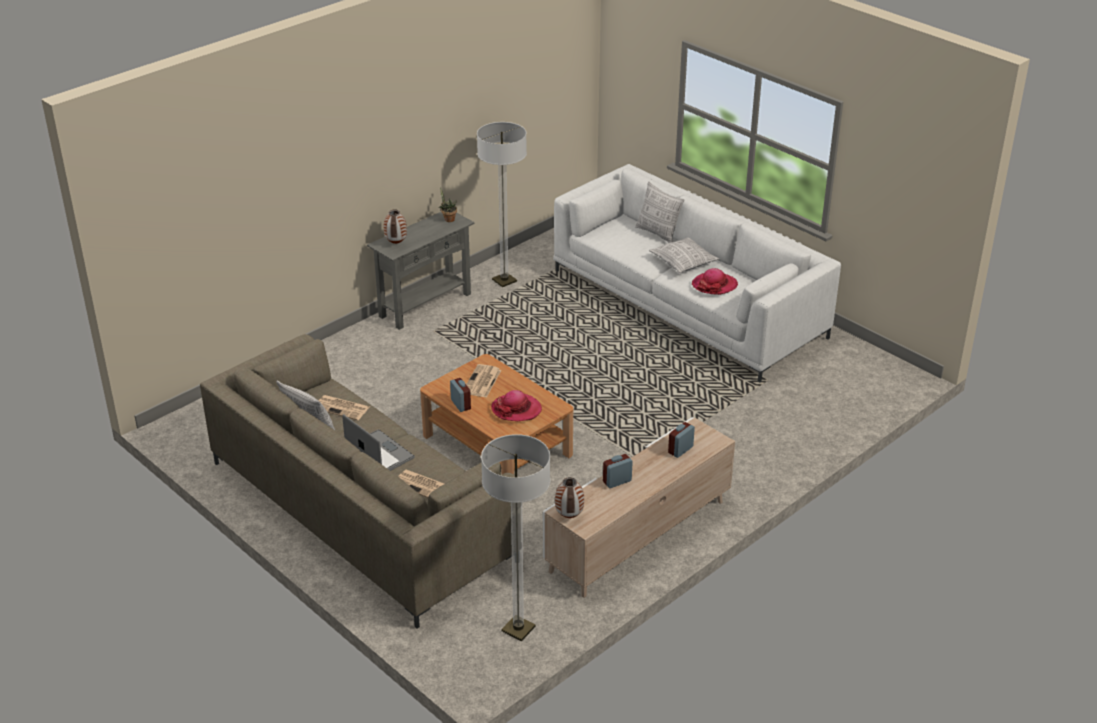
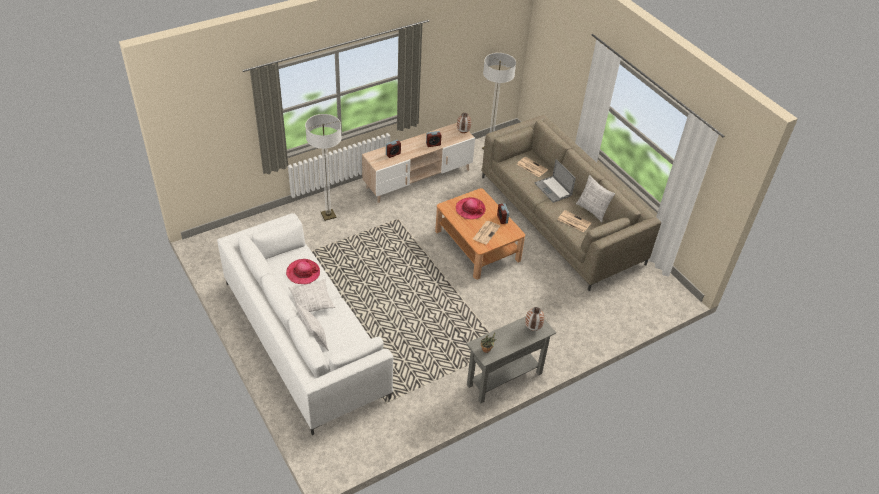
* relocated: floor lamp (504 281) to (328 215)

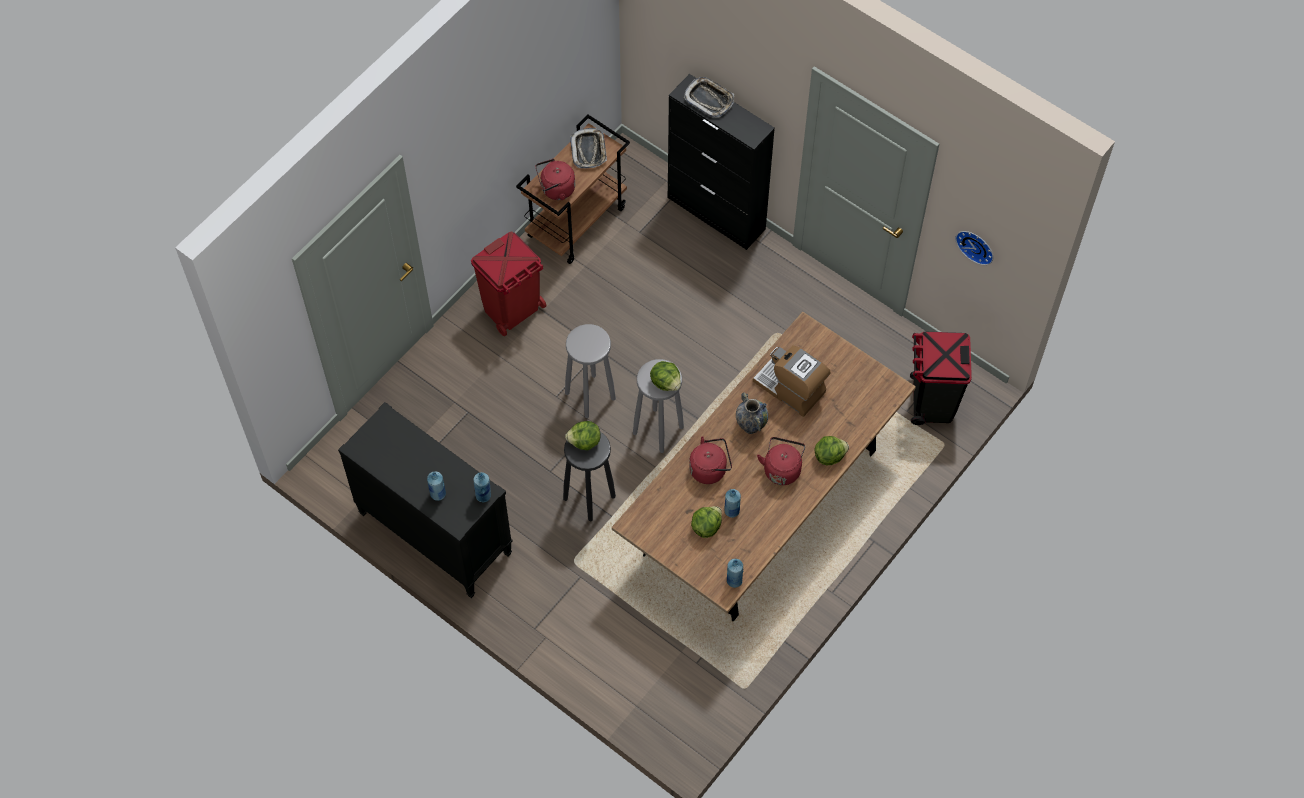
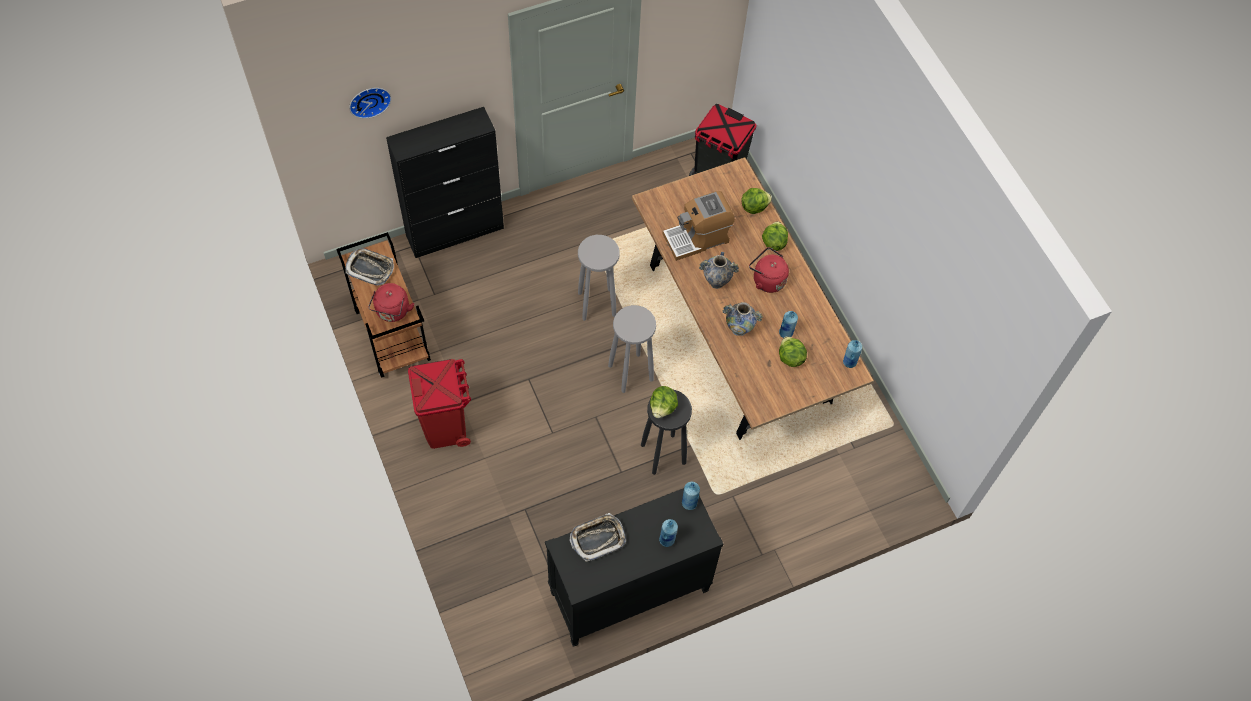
* relocated: stool in grey (590 395) to (597 303)
* relocated: lettuce (666 382) to (754 207)
* relocated: tray (709 99) to (598 538)
* relocated: wall clock (976 245) to (369 100)
* exchanged: kettle in red (710 469) to vase (739 329)

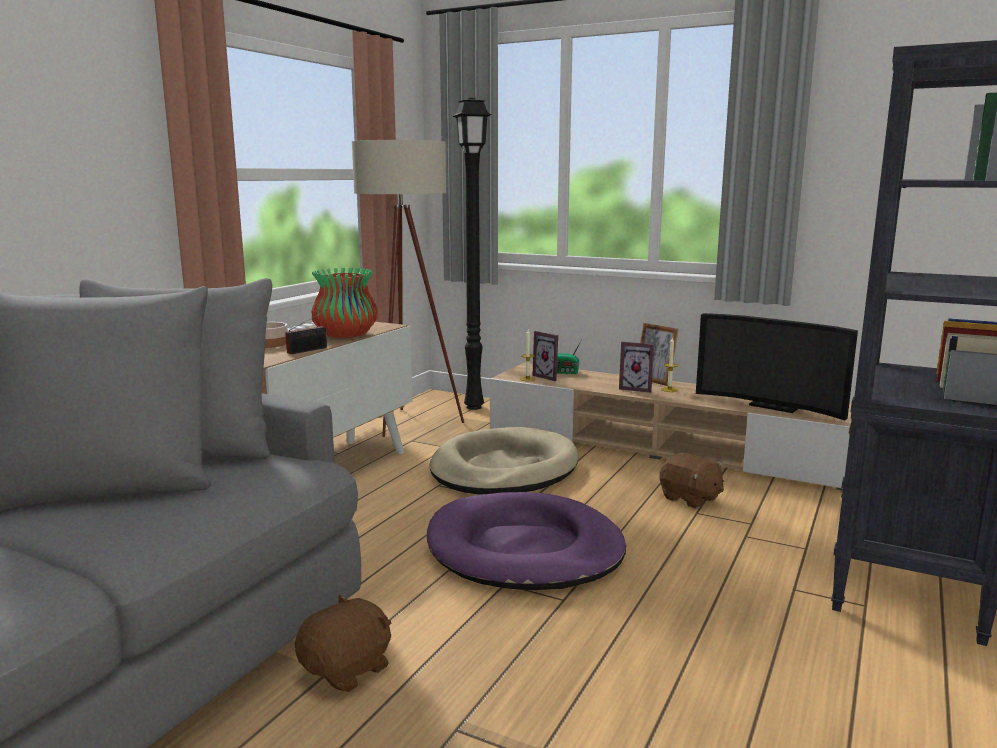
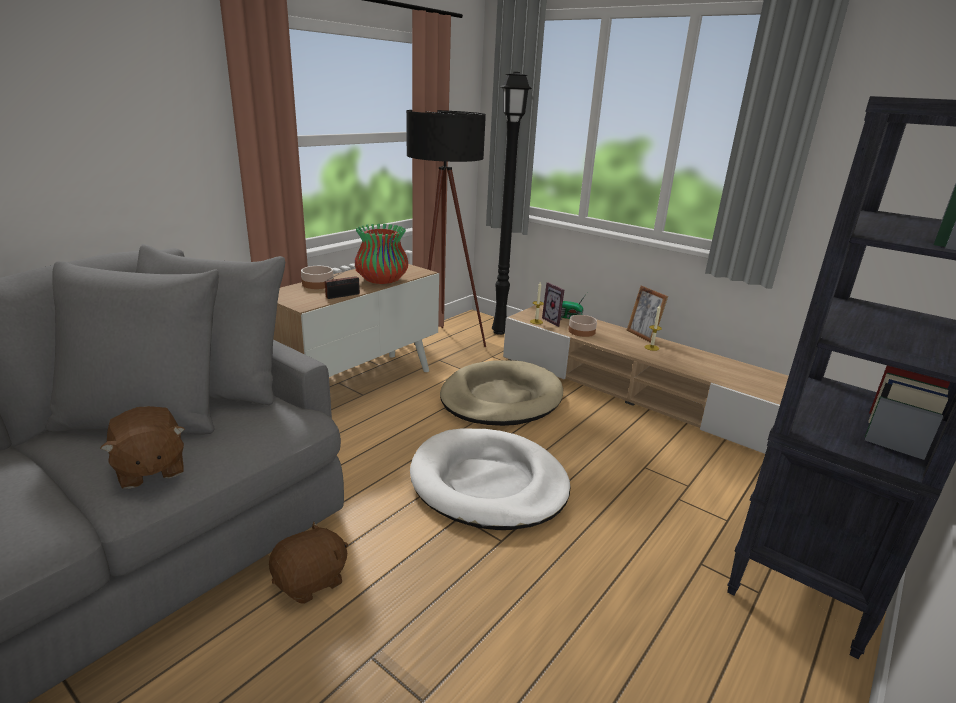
* missing: picture frame (636 388)
* missing: television (773 406)
* appeared: bowl (581 331)
* relocated: plush toy in brown (690 499) to (150 469)
* colour: floor lamp in beige (409 425) to floor lamp in black (442 344)
* colour: dog bed in purple (524 549) to dog bed in white (488 483)

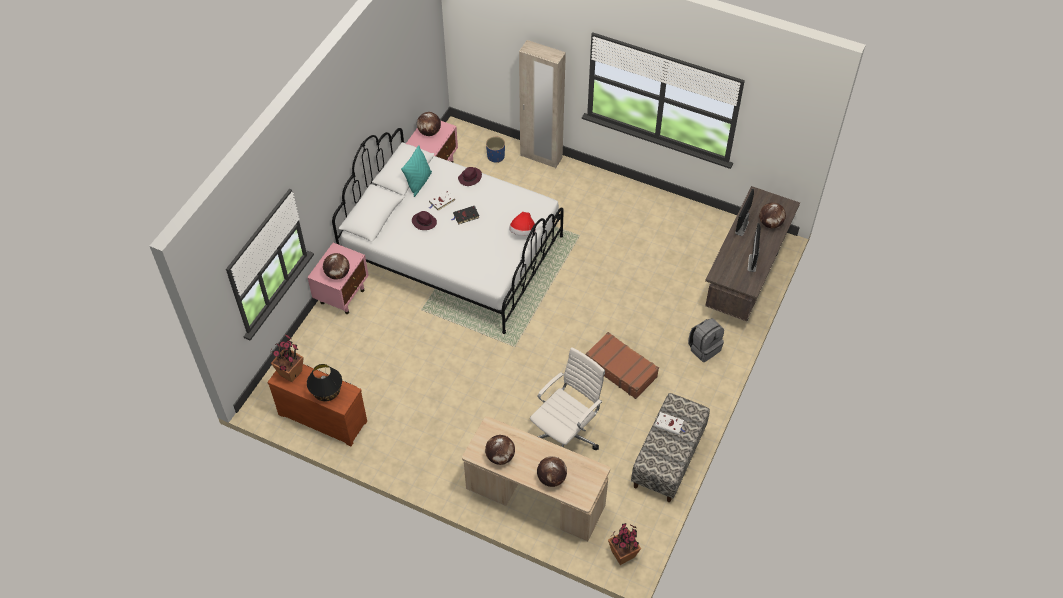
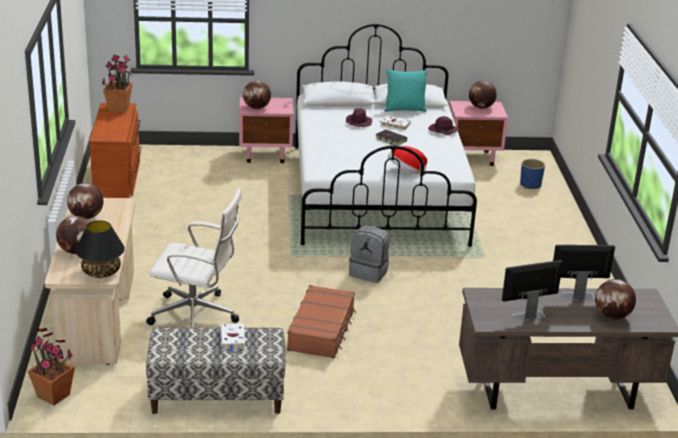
* missing: wardrobe in beige (541 157)
* relocated: table lamp in black (326 392) to (101 272)
* relocated: backpack in grey (704 348) to (369 272)

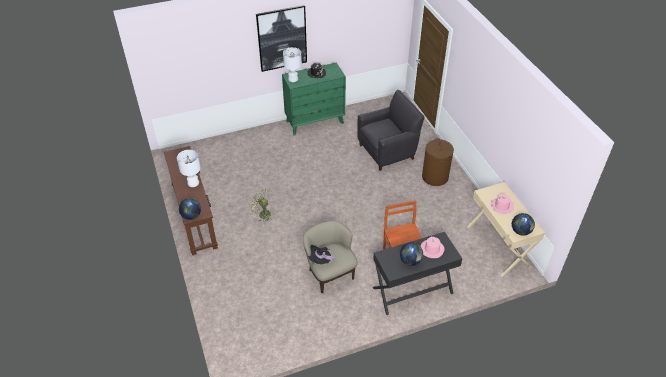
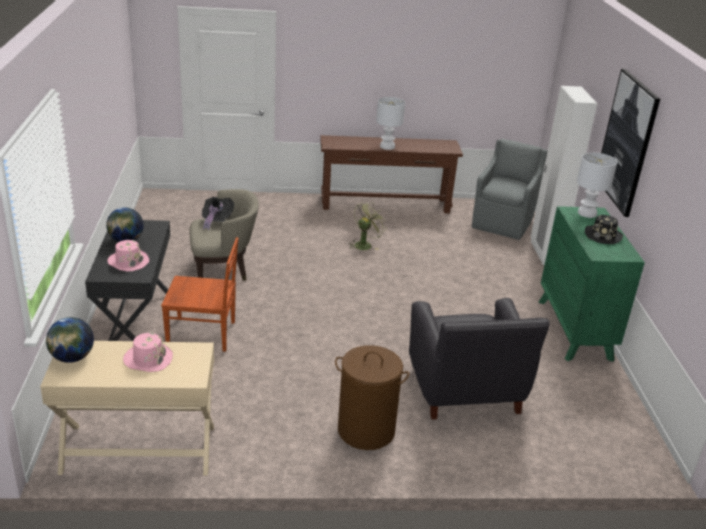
* missing: globe (191 216)
* appeared: armchair in grey (503 222)
* appeared: wardrobe in white (544 253)

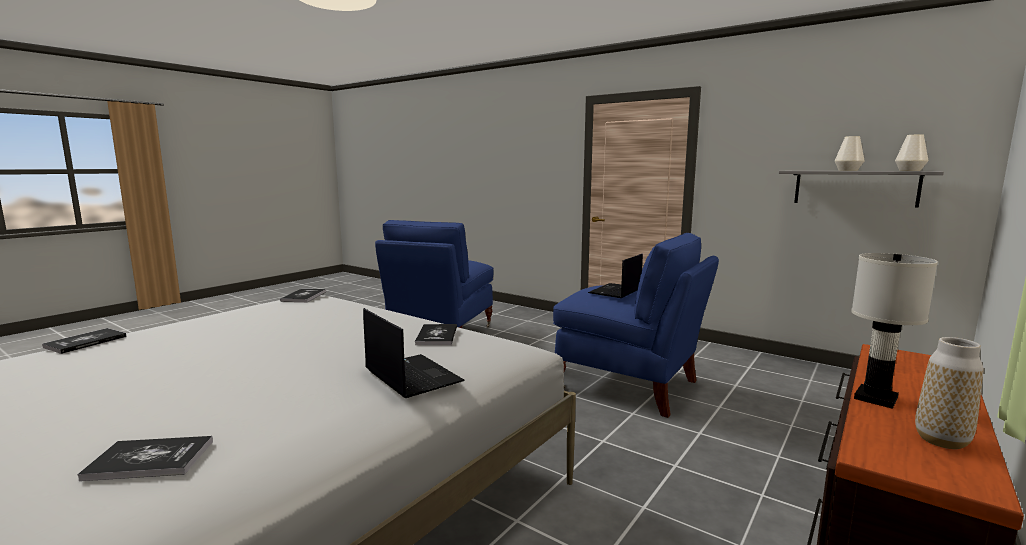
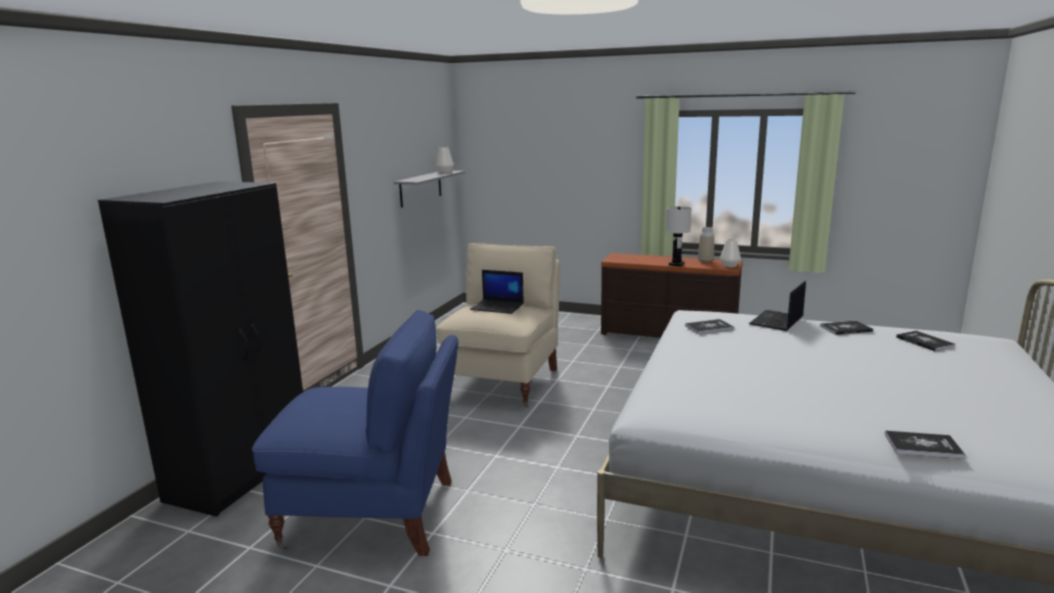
* appeared: wardrobe in black (242 473)
* relocated: book (304 296) to (845 329)
* relocated: vase in white (848 170) to (730 266)
* colour: armchair in blue (630 385) to armchair in beige (504 382)

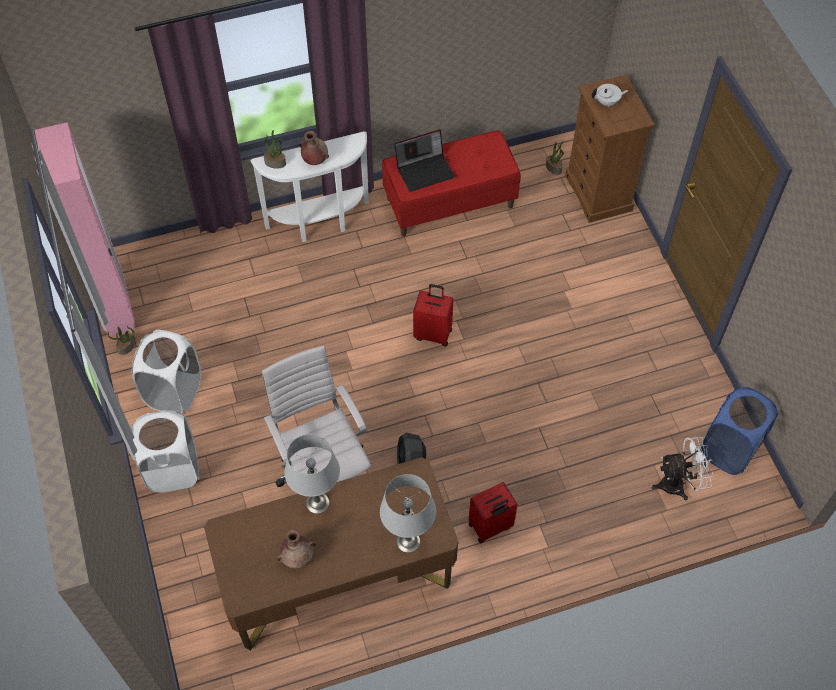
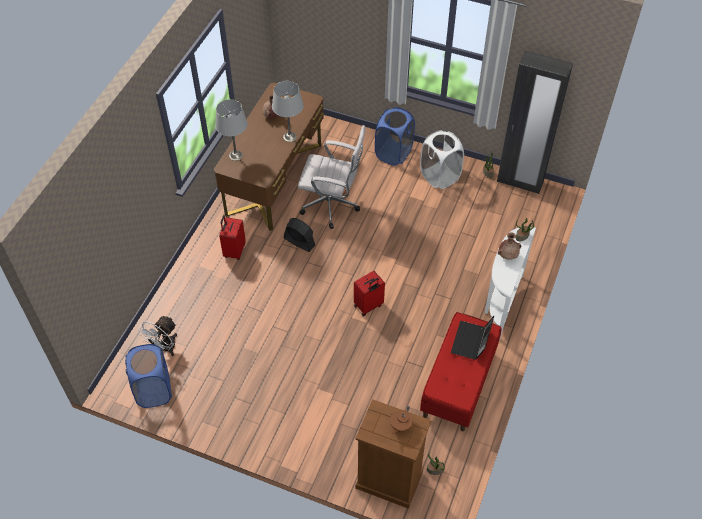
* colour: wardrobe in pink (117 306) to wardrobe in black (520 182)
* colour: laundry basket in white (173 470) to laundry basket in blue (393 153)
* colour: teapot in white (607 102) to teapot in brown (400 425)

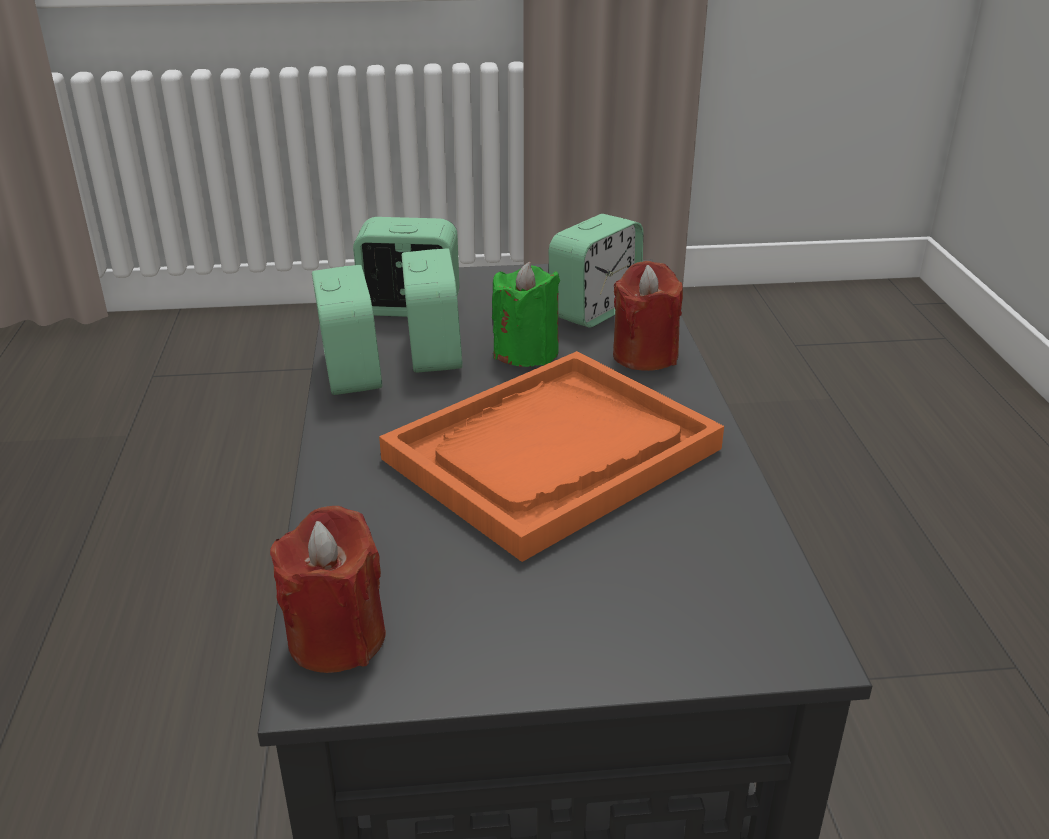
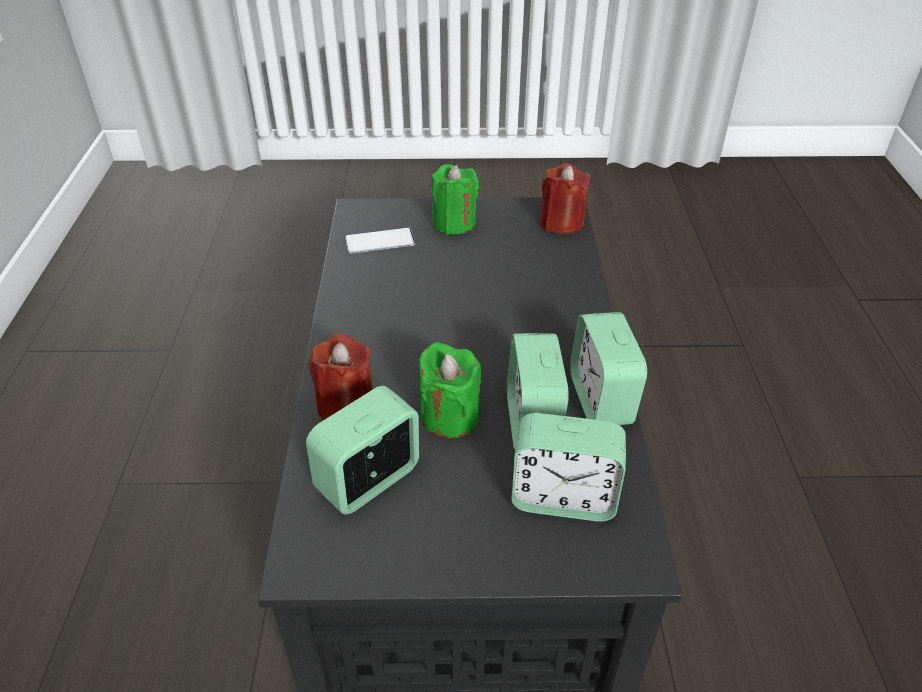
* missing: tray in orange (552 455)
* appeared: phone (380 241)
* appeared: candle in green (454 223)

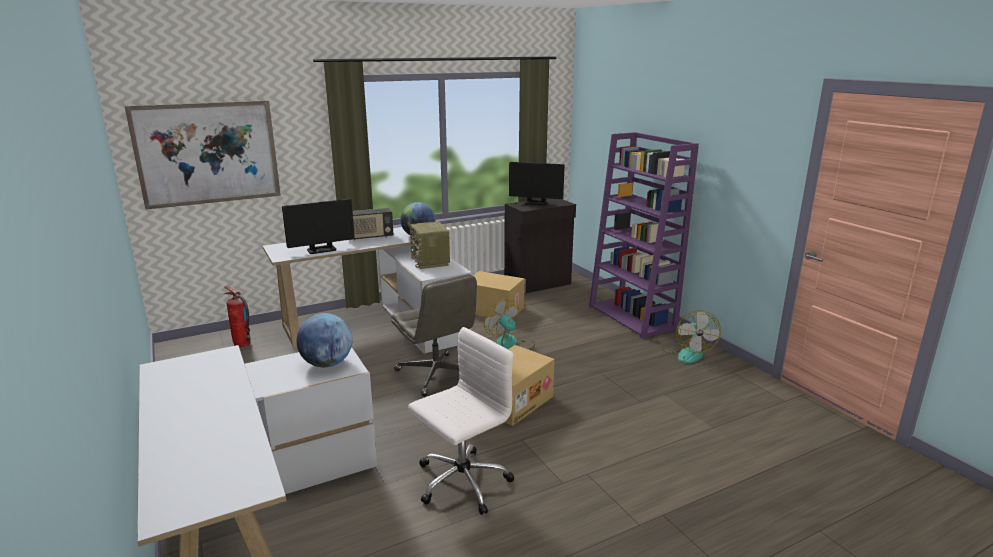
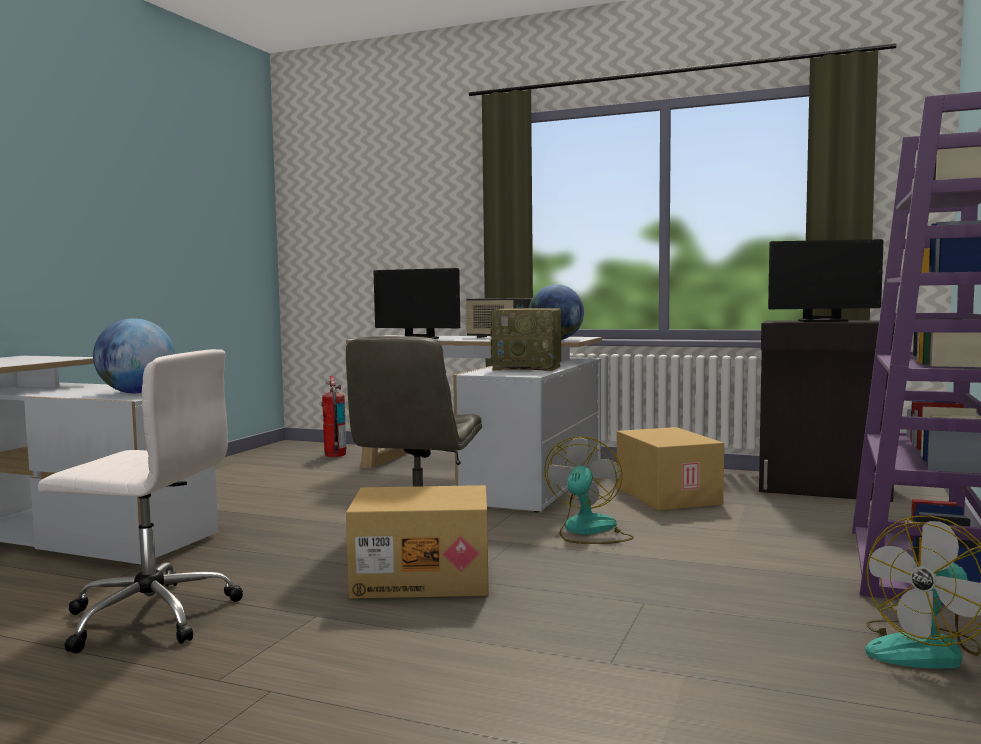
* missing: picture (208 153)
* spun: radio (430 261) = (528 368) 105 degrees counterclockwise
* spun: monitor (536 203) = (822 321) 60 degrees counterclockwise

